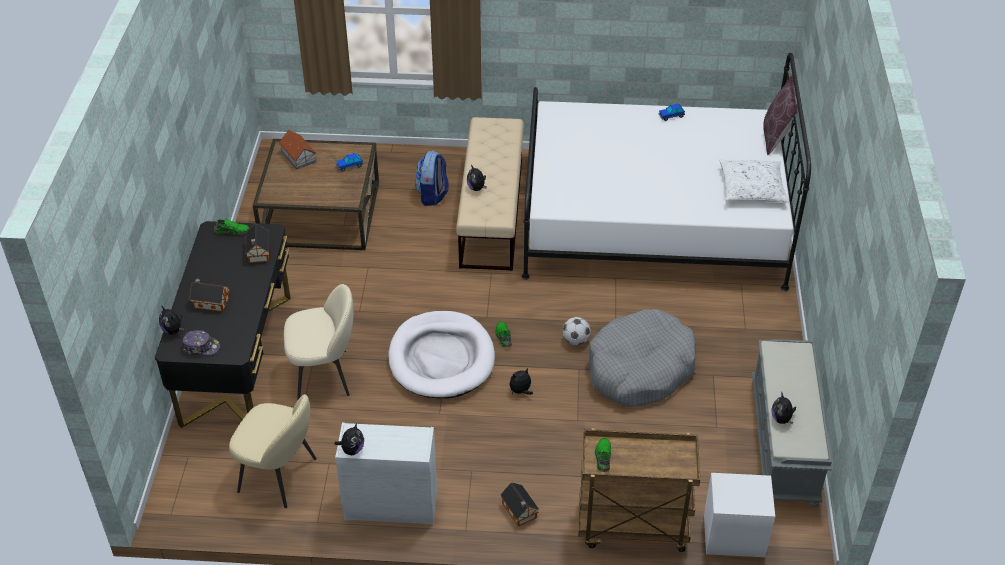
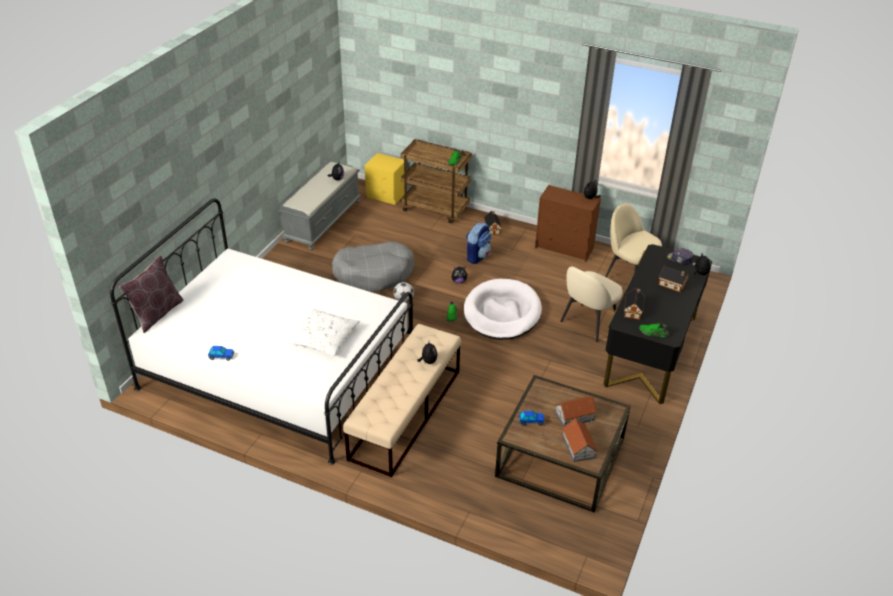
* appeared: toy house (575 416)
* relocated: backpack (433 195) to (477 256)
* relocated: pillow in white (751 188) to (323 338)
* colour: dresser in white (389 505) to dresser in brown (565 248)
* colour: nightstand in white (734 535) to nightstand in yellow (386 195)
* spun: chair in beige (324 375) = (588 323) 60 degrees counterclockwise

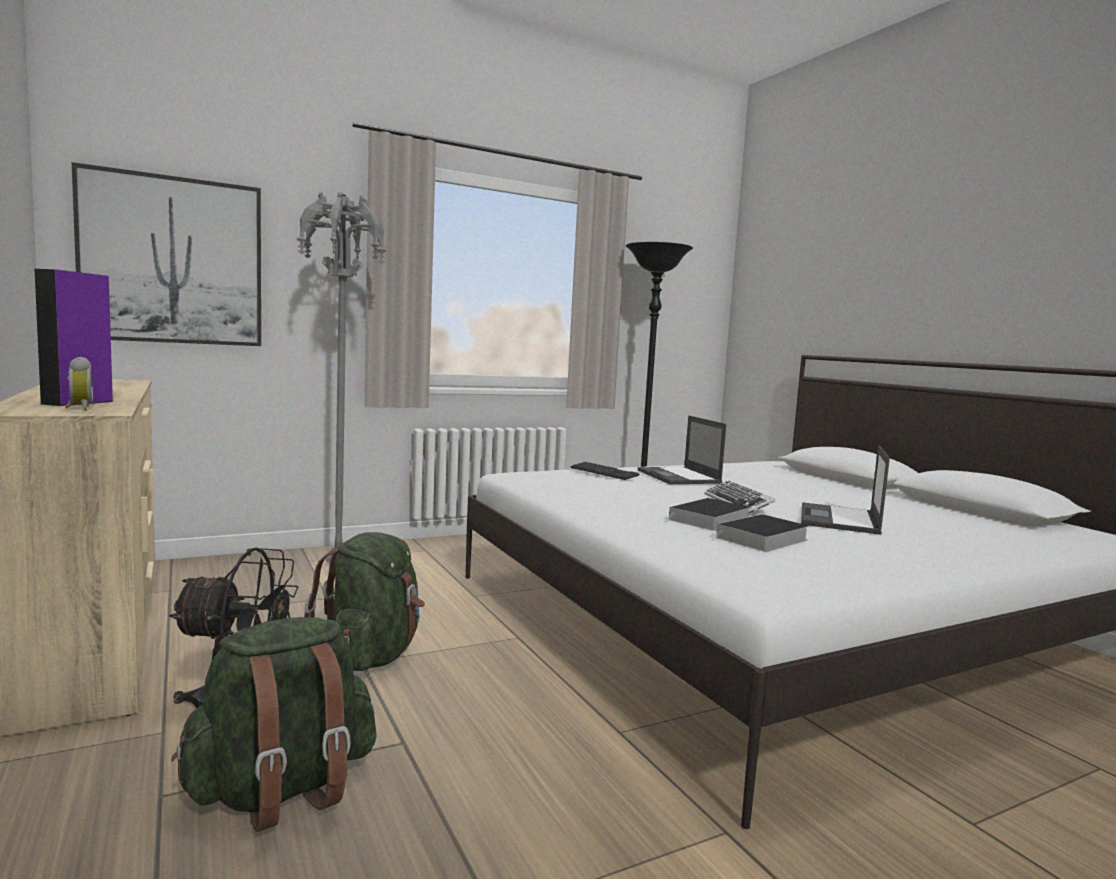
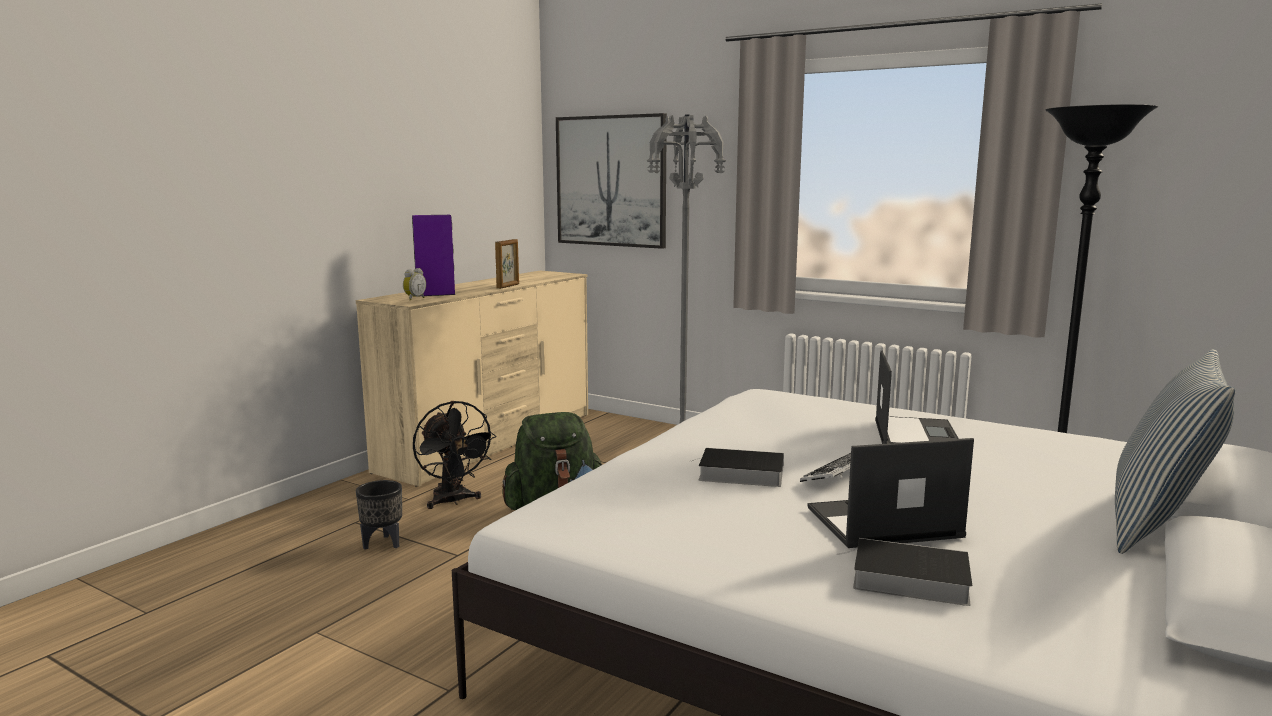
* missing: keyboard (604 472)
* appeared: picture frame (508 286)
* appeared: pillow (1158 526)
* relocated: book (761 539) to (906 578)
* exchanged: backpack in green (282 790) to planter in black (382 544)
* spun: laptop (679 477) = (915 434) 150 degrees clockwise

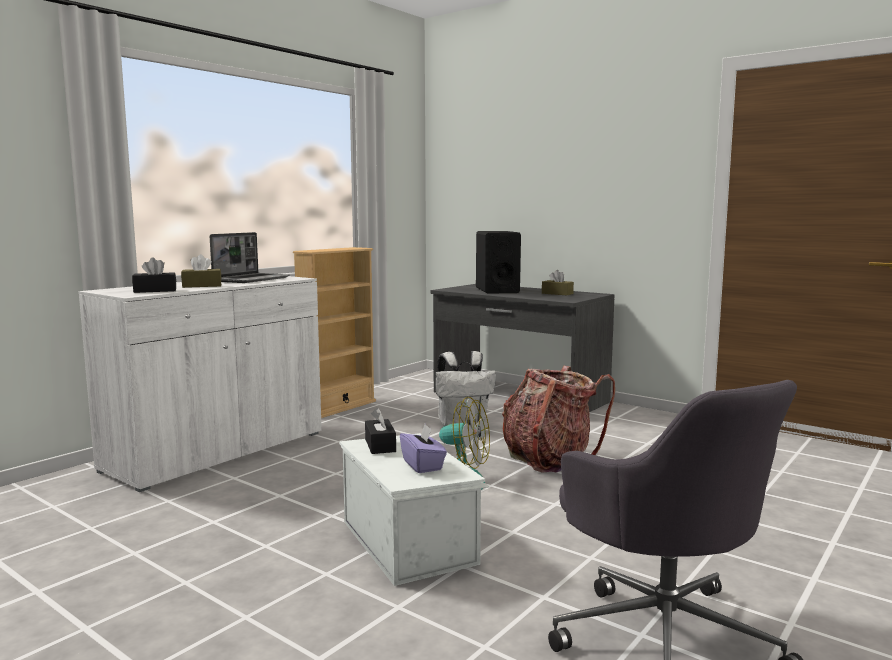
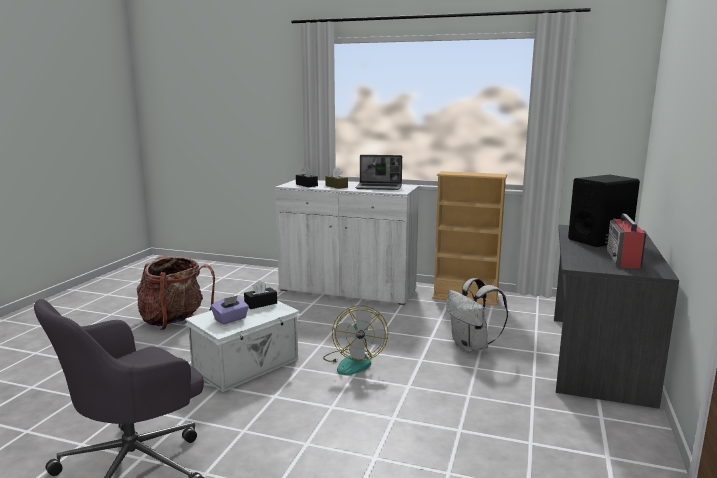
* relocated: backpack (549 459) to (174 320)
* exchanged: tissue box in brown (557 293) to radio (623 259)

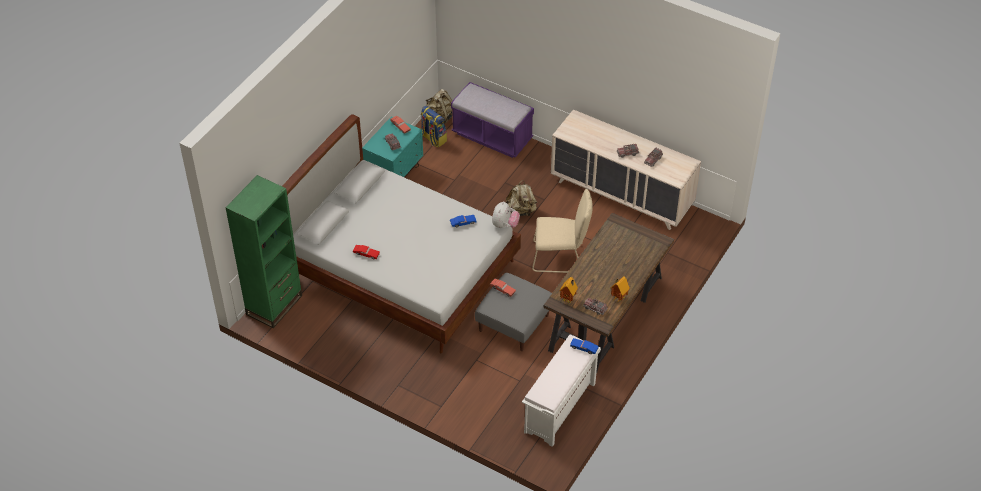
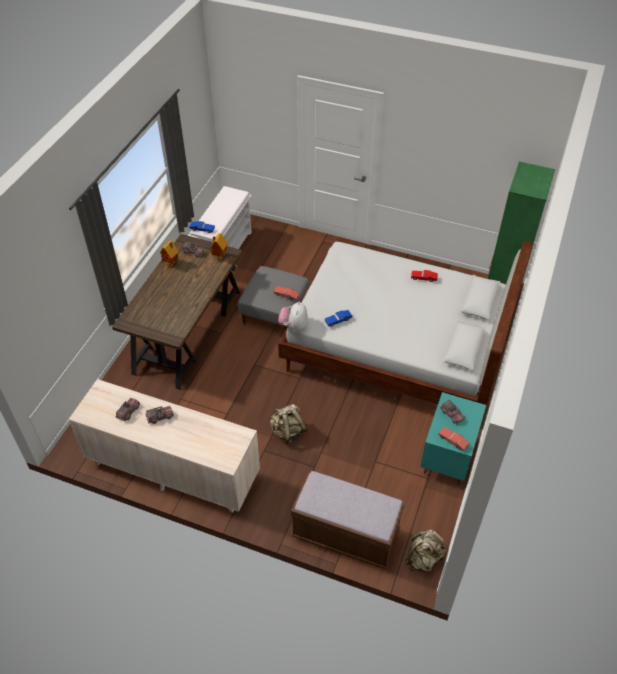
* missing: backpack (433 139)
* missing: chair in beige (560 258)
* colour: bench in purple (492 137) to bench in brown (345 535)

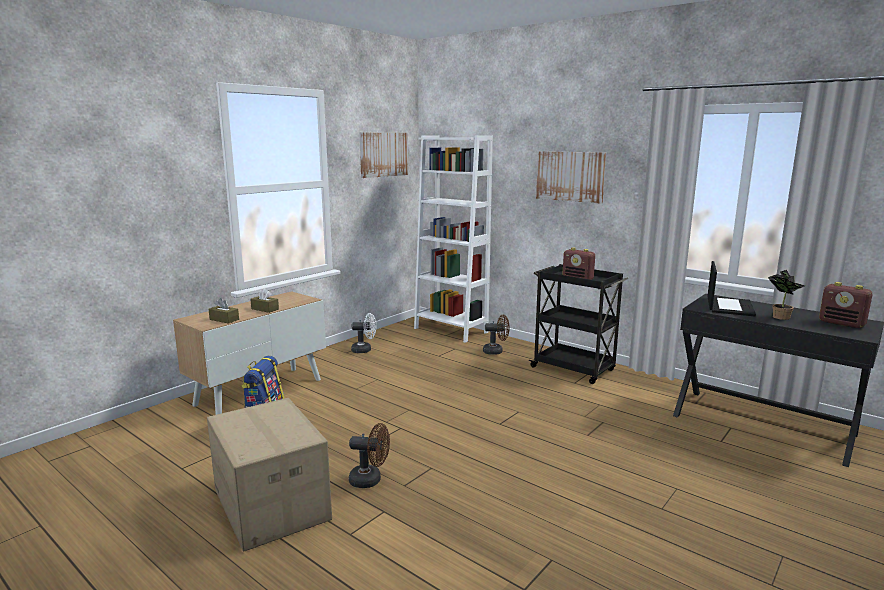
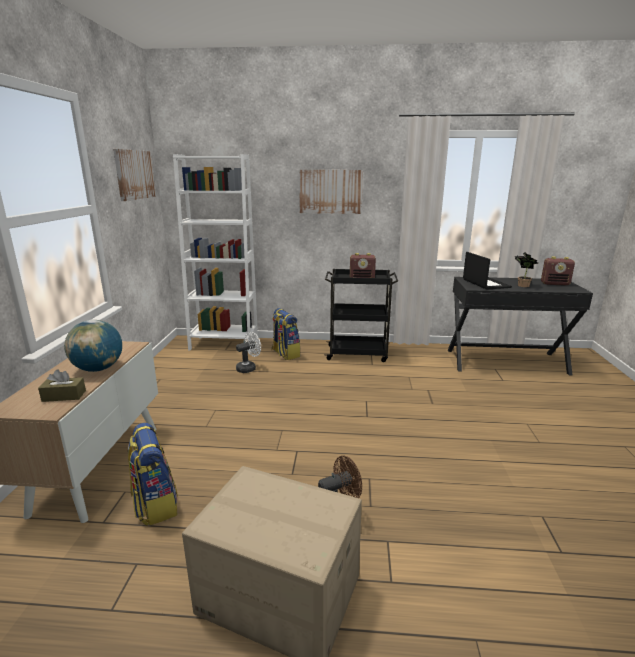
* relocated: fan in white (364 350) to (249 368)
* exchanged: tissue box in brown (265 309) to globe (98 369)
* exchanged: fan in brown (496 351) to backpack (285 354)

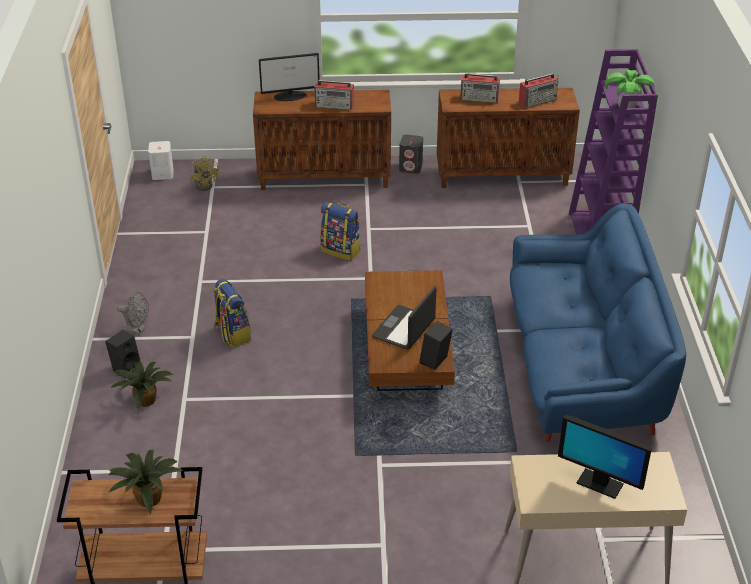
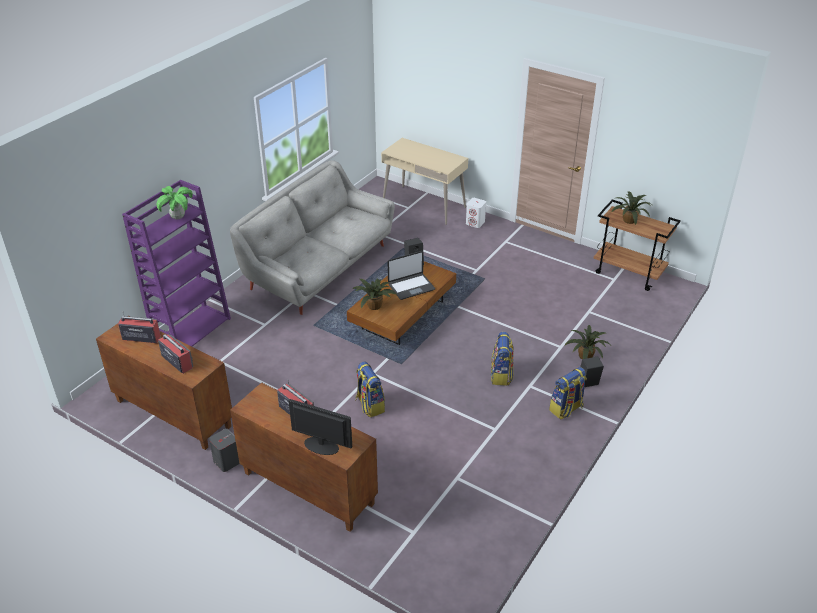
* missing: fan in yellow (206 184)
* missing: monitor (599 483)
* appeared: potted plant (374 305)
* relocated: speaker in white (162 174) to (475 223)
* exchanged: fan in grey (137 329) to backpack (566 409)
* colour: sofa in blue (581 367) to sofa in grey (319 267)

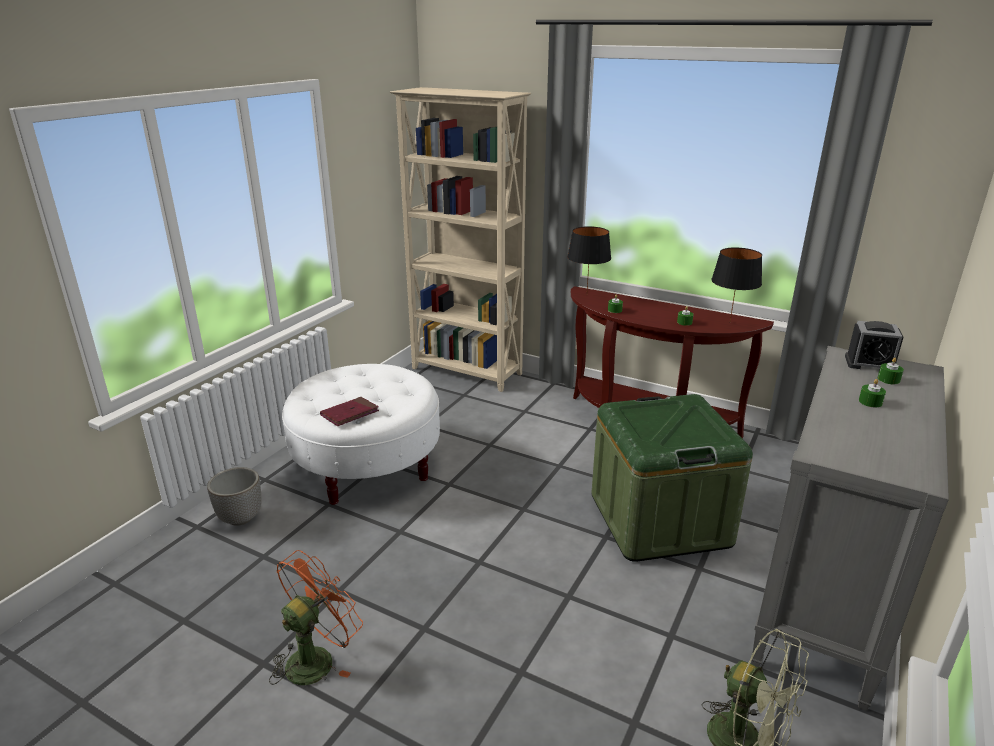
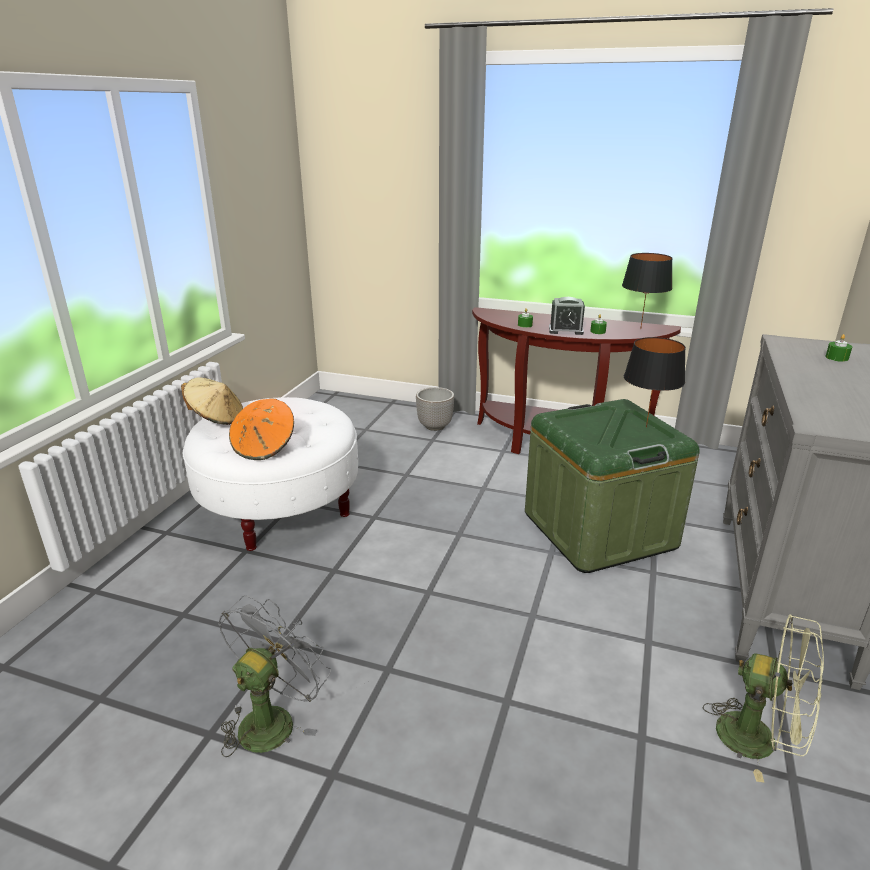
* missing: bookcase in beige (467 372)
* missing: candle in green (870 402)
* appeared: hat in beige (216 418)
* relocated: planter (240 518) to (434 426)
* relocated: table lamp in black (586 295) to (645 427)
* relocated: alarm clock (870 364) to (565 330)
* exchanged: book in red (350 414) to hat in orange (264 447)
* colour: fan in orange (317 658) to fan in grey (273 719)

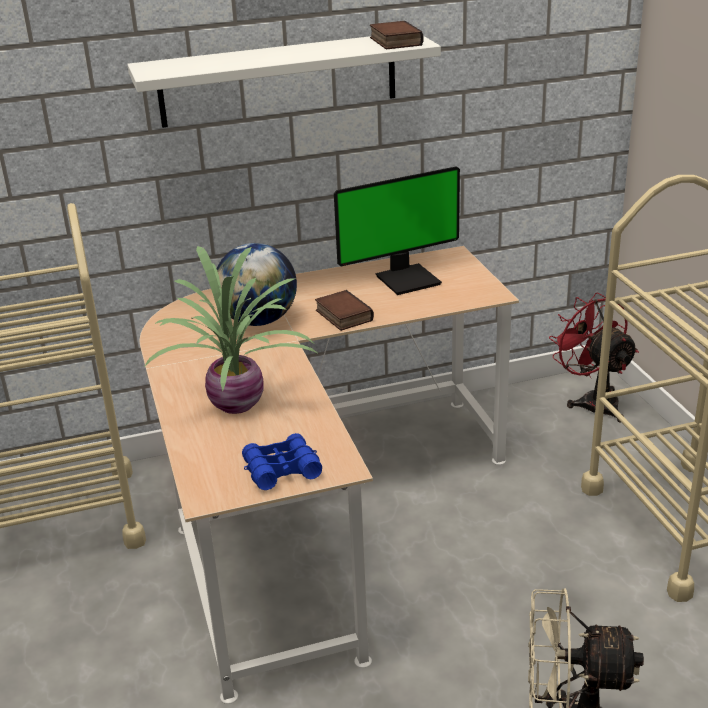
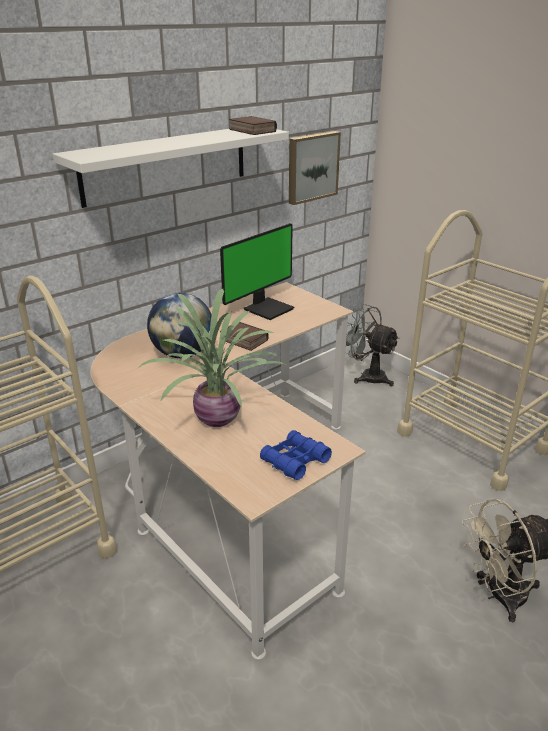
* appeared: picture (312 167)
* colour: fan in red (593 401) to fan in grey (367 376)

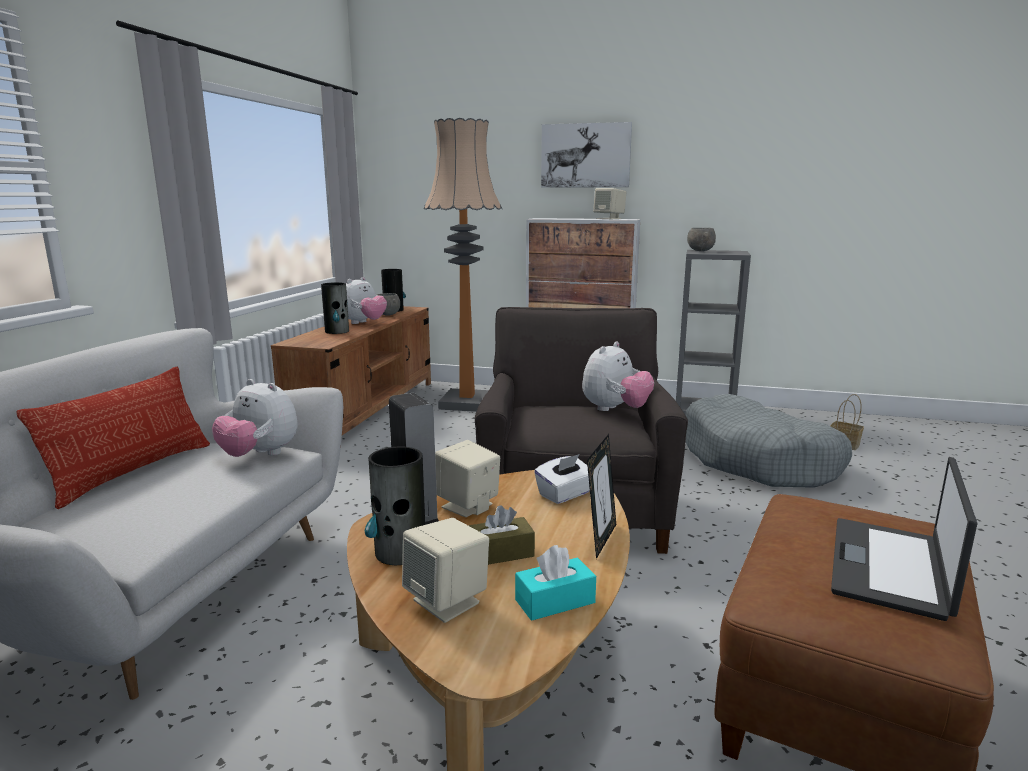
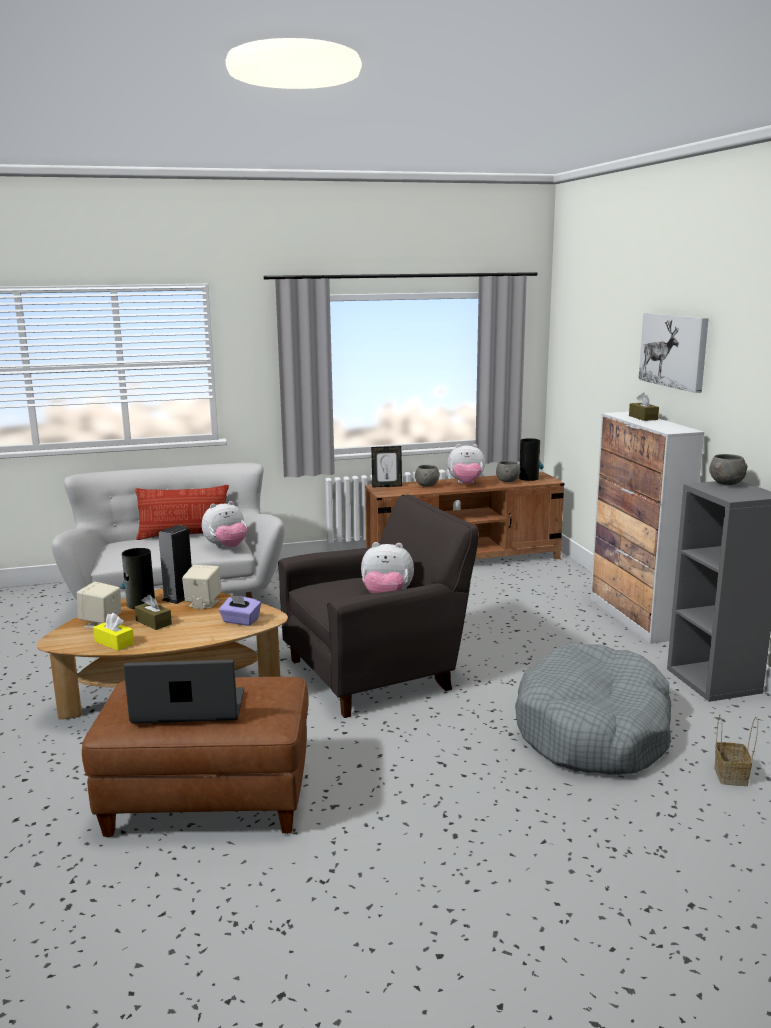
* missing: floor lamp (467 403)
* missing: speaker in beige (609 218)
* appeared: tissue box in brown (643 418)
* relocated: picture frame (600 539) to (387 486)
* exchanged: vase (337 331) to bowl in grey (427 486)
* colour: tissue box in turquoise (555 601) to tissue box in yellow (114 643)
* colour: tissue box in white (565 494) to tissue box in purple (240 621)
* spun: plush toy (260 455) = (226 547) 120 degrees counterclockwise

